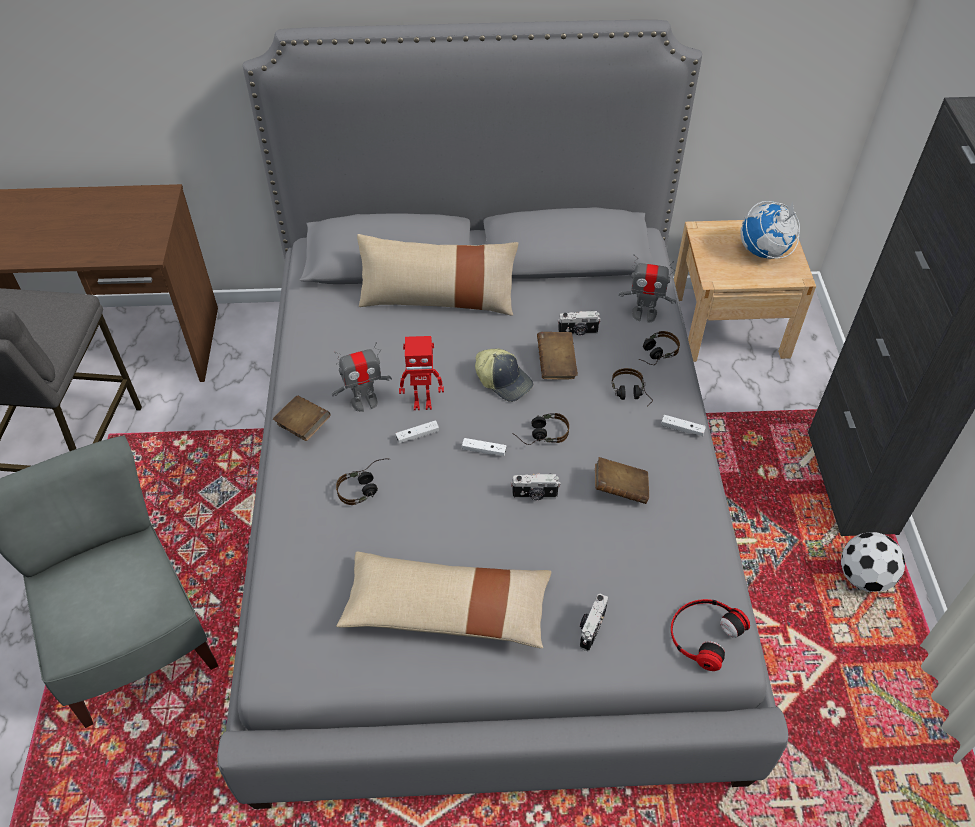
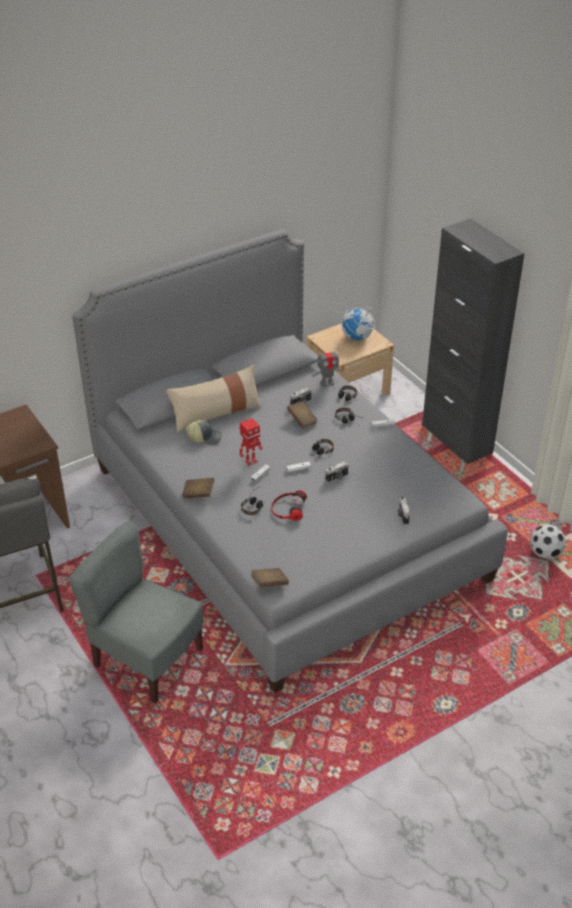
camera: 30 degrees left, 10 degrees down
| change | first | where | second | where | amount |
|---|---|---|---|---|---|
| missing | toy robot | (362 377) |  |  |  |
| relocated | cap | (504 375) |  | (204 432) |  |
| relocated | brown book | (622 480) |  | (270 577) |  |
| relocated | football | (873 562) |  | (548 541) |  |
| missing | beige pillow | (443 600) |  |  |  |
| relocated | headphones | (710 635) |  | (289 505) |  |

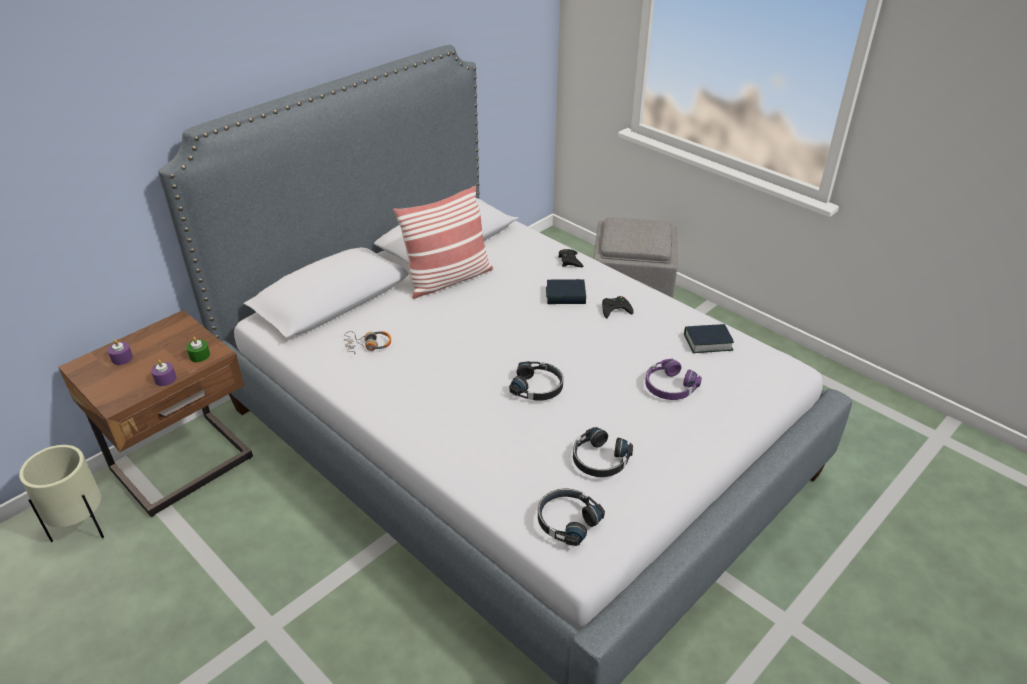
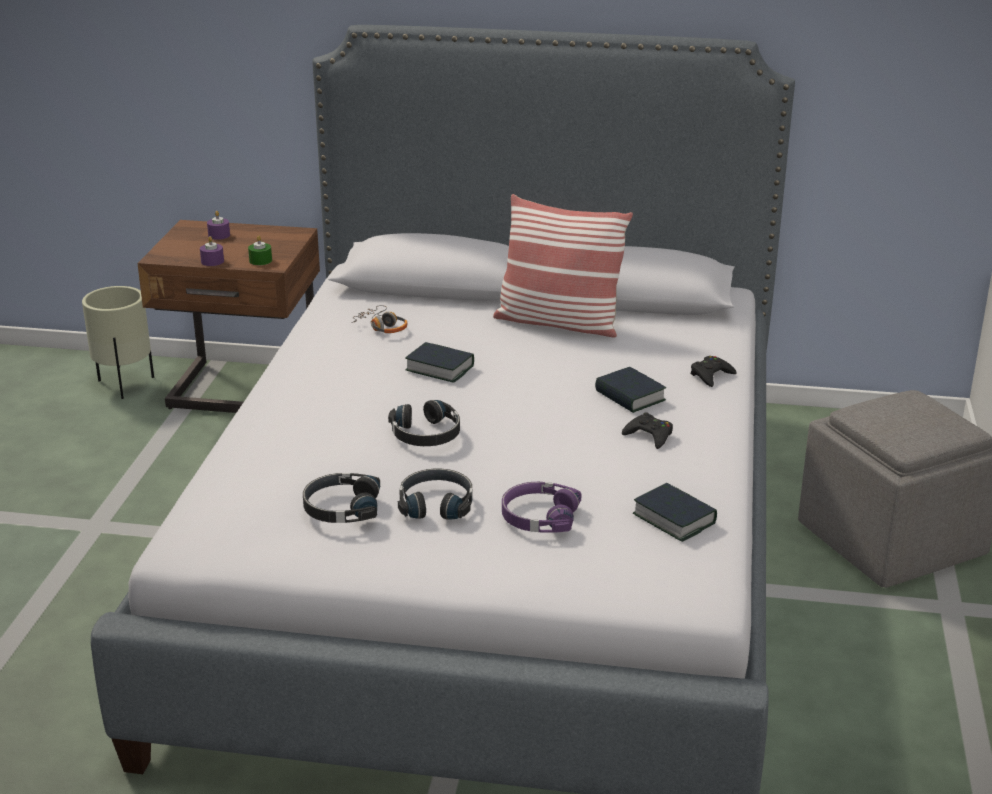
camera: 55 degrees right, 10 degrees down
| change | first | where | second | where | amount |
|---|---|---|---|---|---|
| relocated | black headphones | (571 517) |  | (435 494) |  |
| appeared |  |  | book | (439 362) |  |

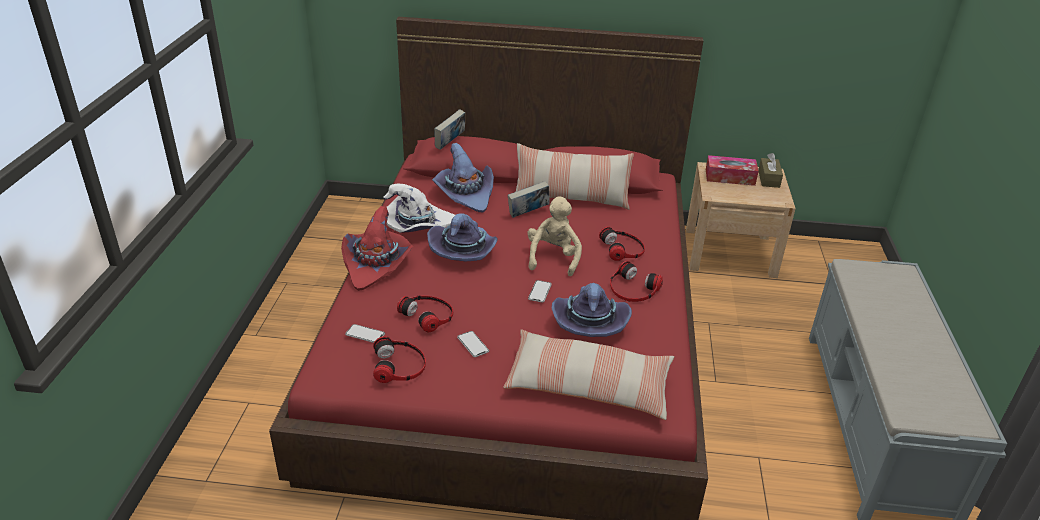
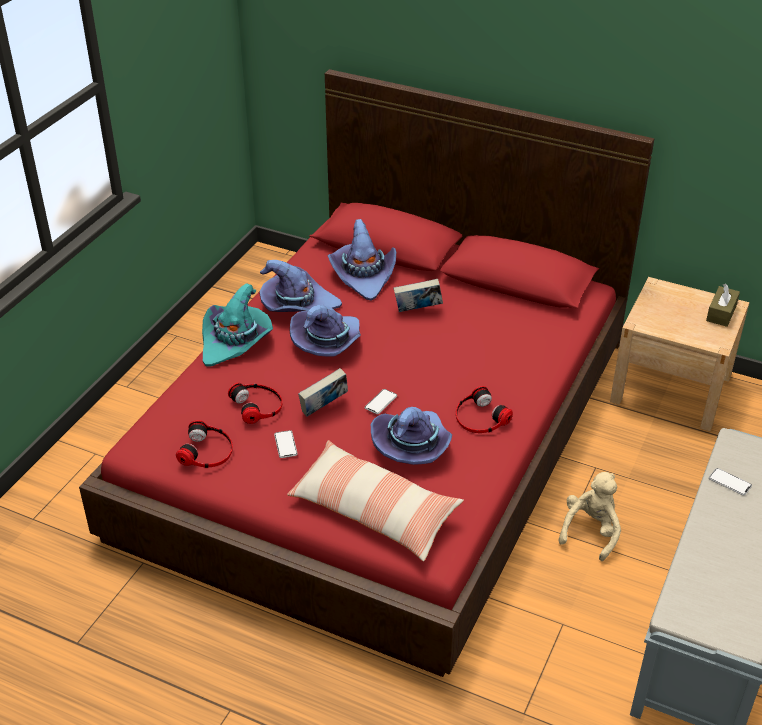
camera: 20 degrees right, 5 degrees up
| change | first | where | second | where | amount |
|---|---|---|---|---|---|
| relocated | book | (449 129) |  | (323 392) |  |
| missing | pillow | (575 176) |  |  |  |
| missing | tissue box | (732 170) |  |  |  |
| colour | white hat | (419 208) | purple hat | (300 286) |  |
| relocated | beige plush toy | (554 236) |  | (589 516) |  |
| colour | red hat | (377 248) | turquoise hat | (237 324) |  |
| missing | headphones | (622 244) |  |  |  |
| relocated | phone | (365 333) |  | (730 481) |  |

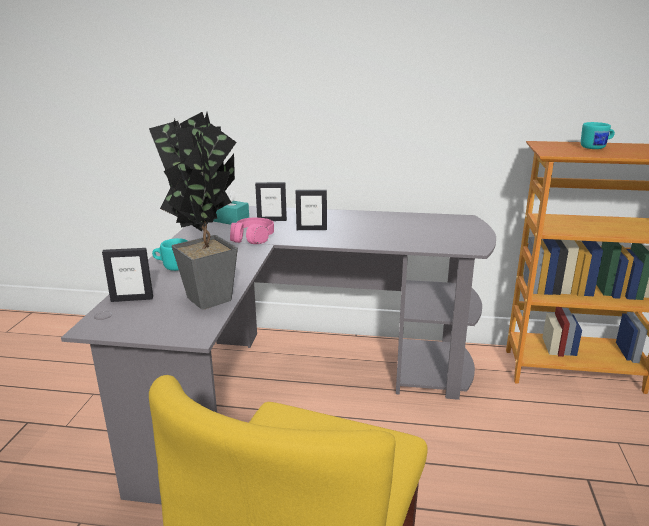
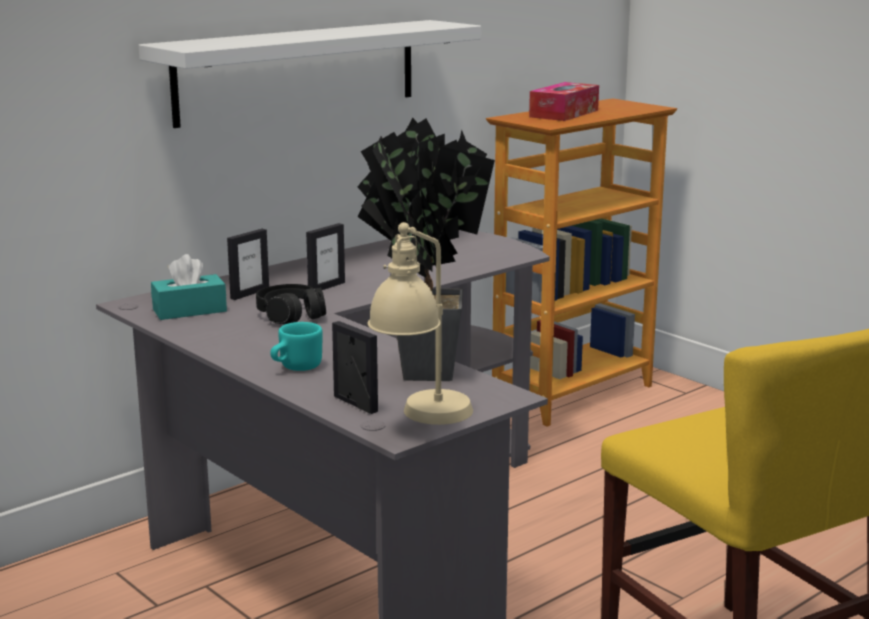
camera: 50 degrees left, 5 degrees down
| change | first | where | second | where | amount |
|---|---|---|---|---|---|
| exchanged | turquoise mug | (598 135) | tissue box | (564 101) |  |
| colour | pink headphones | (252 231) | black headphones | (291 304) |  |
| spun | picture frame | (127 275) |  | (355 367) | 75 degrees counterclockwise |
| appeared |  |  | white shelf | (310 74) |  |
| appeared |  |  | beige table lamp | (420 323) |  |

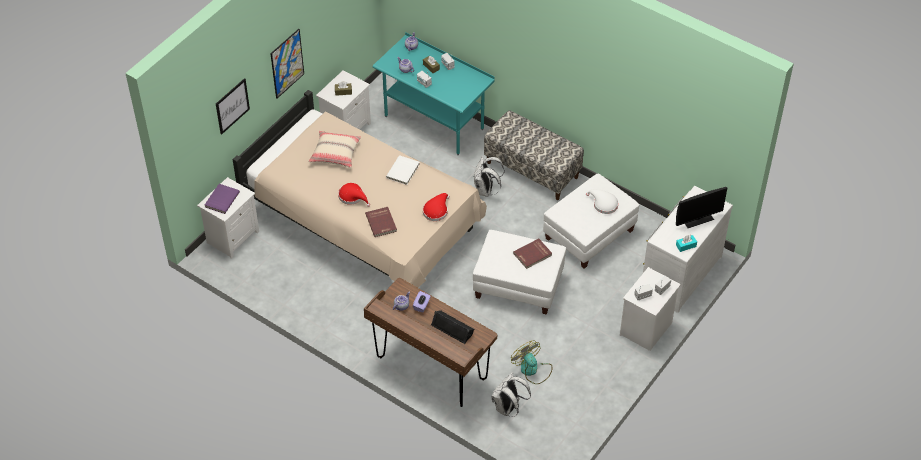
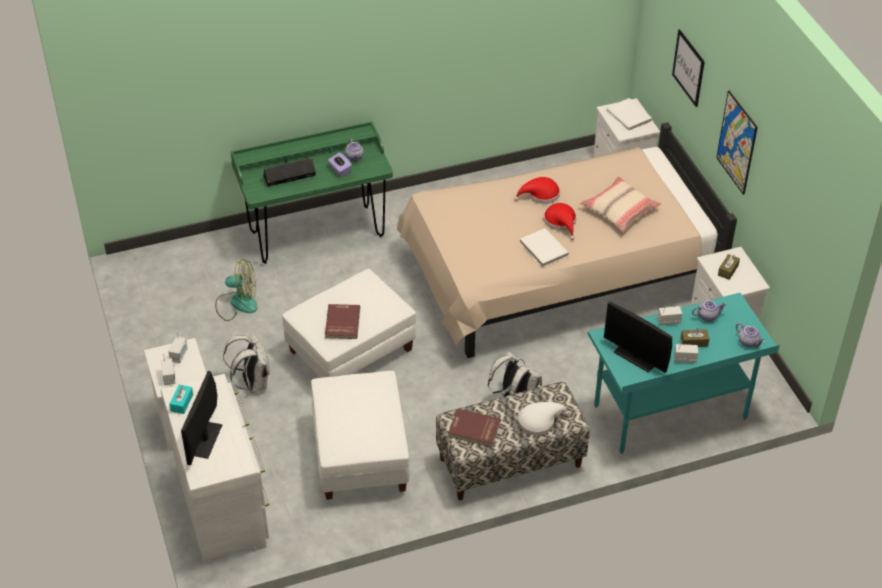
camera: 125 degrees right, 5 degrees down
| change | first | where | second | where | amount |
|---|---|---|---|---|---|
| colour | purple book | (222 199) | white book | (629 114) |  |
| relocated | white hat | (602 201) |  | (543 418) |  |
| relocated | red hat | (436 207) |  | (560 221) |  |
| relocated | red book | (381 222) |  | (474 428) |  |
| colour | brown desk | (430 342) | green desk | (312 192) |  |
| relocated | white backpack | (511 394) |  | (246 363) |  |
| appeared |  |  | monitor | (638 337) |  |

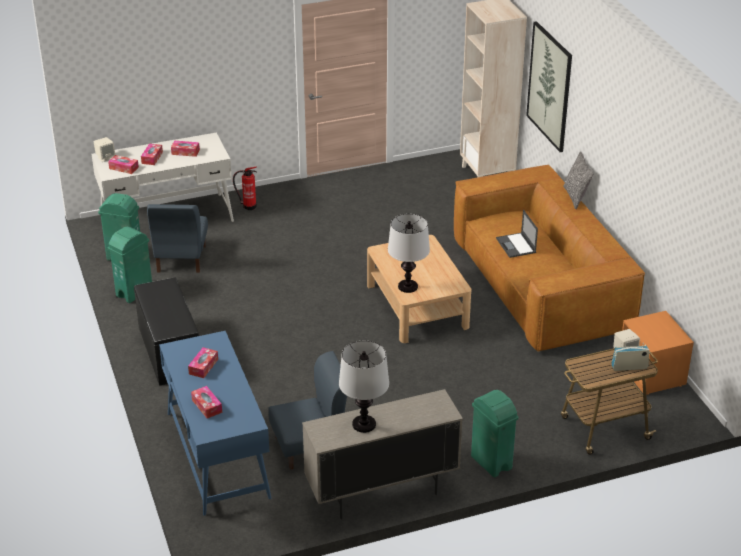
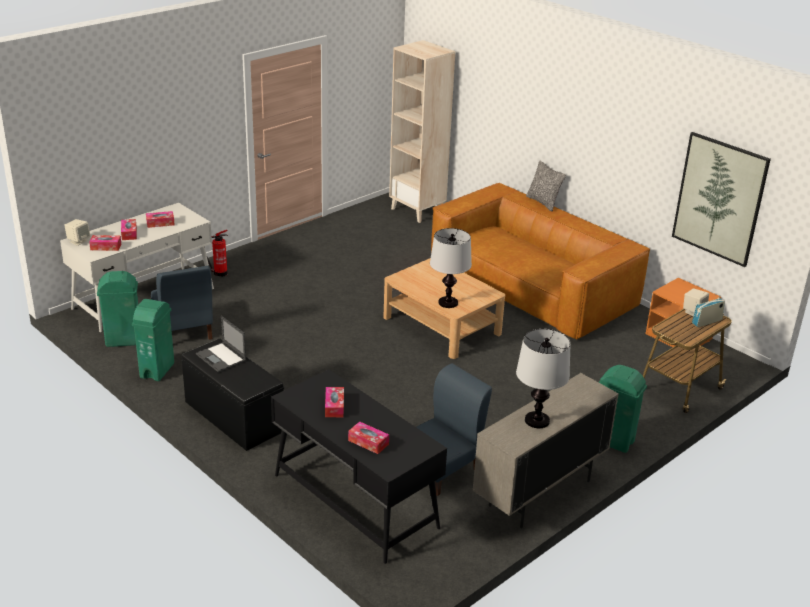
camera: 25 degrees left, 5 degrees down
| change | first | where | second | where | amount |
|---|---|---|---|---|---|
| relocated | picture | (549 86) |  | (721 199) |  |
| relocated | laptop | (517 234) |  | (221 344) |  |
| colour | blue desk | (215 423) | black desk | (359 466) |  |

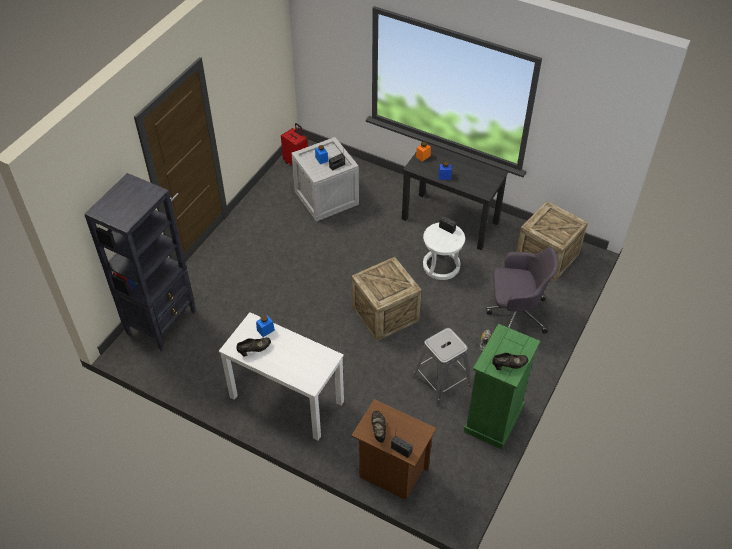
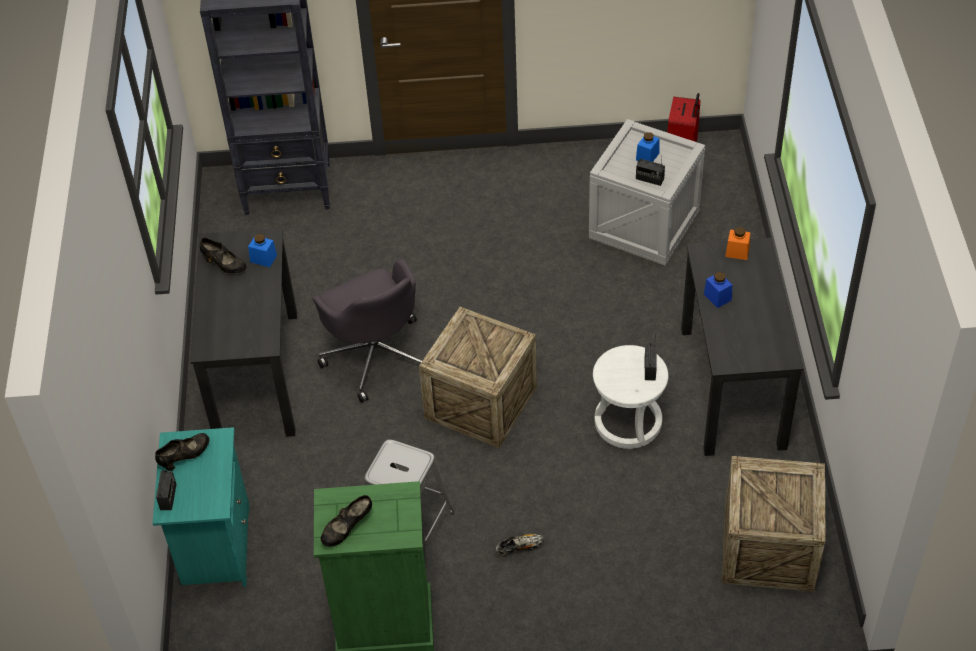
camera: 60 degrees right, 0 degrees up
| change | first | where | second | where | amount |
|---|---|---|---|---|---|
| relocated | grey office chair | (522 290) |  | (367 330) |  |
| colour | white desk | (281 376) | black desk | (243 332) |  |
| spun | black shoe | (510 361) |  | (346 521) | 90 degrees clockwise |
| colour | brown nightstand | (393 449) | turquoise nightstand | (201 507) |  |

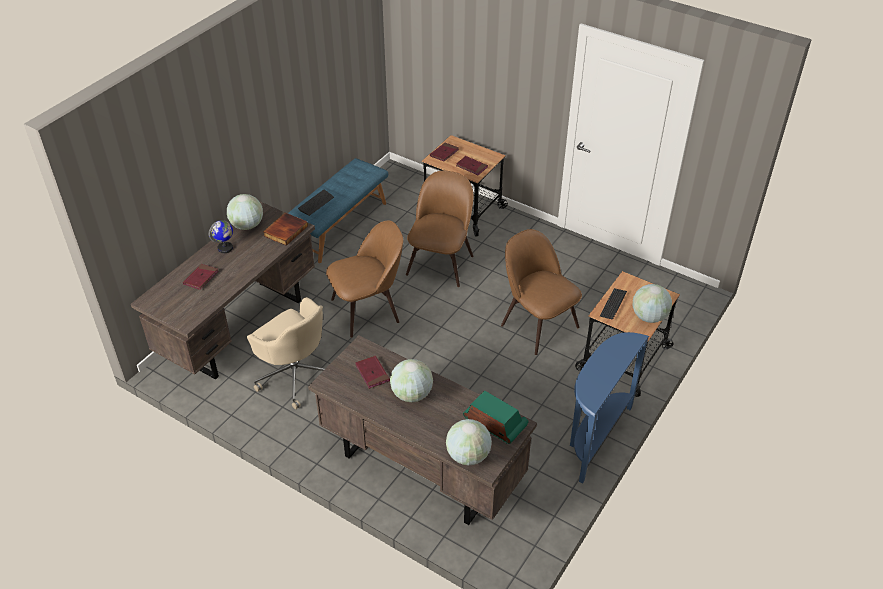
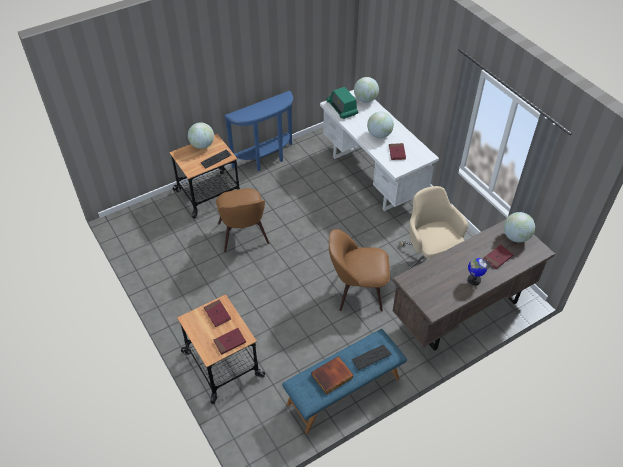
camera: 155 degrees left, 5 degrees up
| change | first | where | second | where | amount |
|---|---|---|---|---|---|
| missing | brown chair | (440 229) |  |  |  |
| relocated | globe | (245 212) |  | (519 227) |  |
| relocated | book | (285 229) |  | (332 375) |  |
| colour | brown desk | (422 430) | white desk | (379 151) |  |

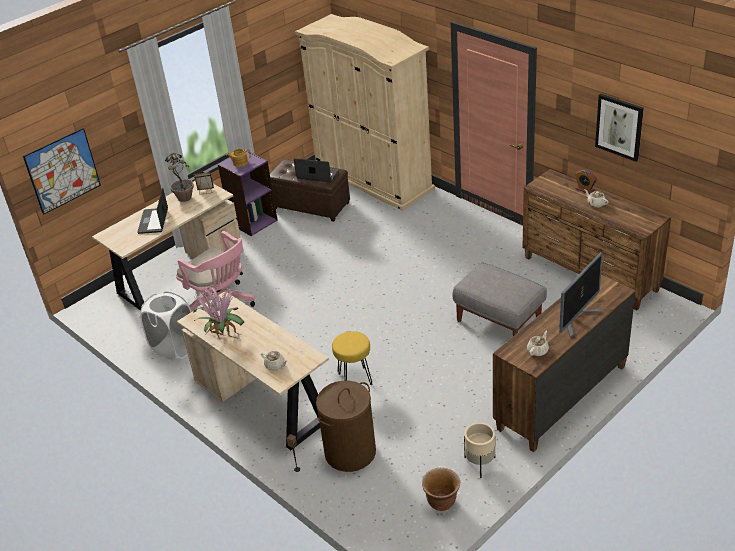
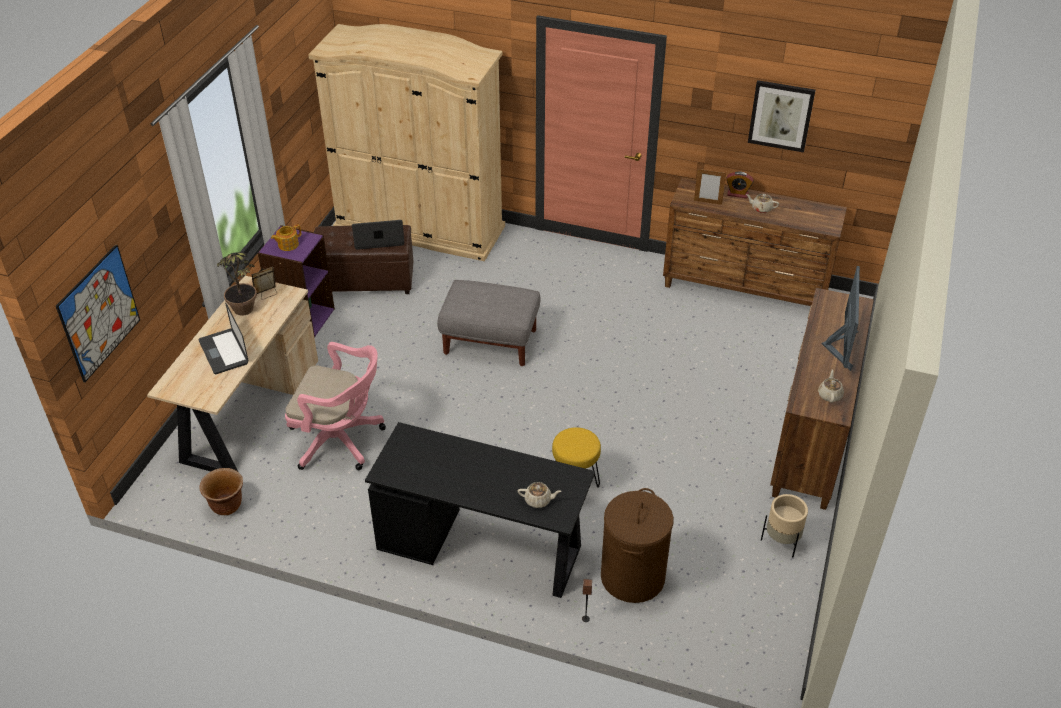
camera: 30 degrees left, 5 degrees up
| change | first | where | second | where | amount |
|---|---|---|---|---|---|
| relocated | grey ottoman | (499 299) |  | (489 323) |  |
| missing | potted plant | (218 313) |  |  |  |
| colour | beige desk | (253 370) | black desk | (480 510) |  |
| missing | white laundry basket | (165 326) |  |  |  |
| relocated | brown planter | (441 489) |  | (221 491) |  |
| appeared |  |  | picture frame | (710 186) |  |

